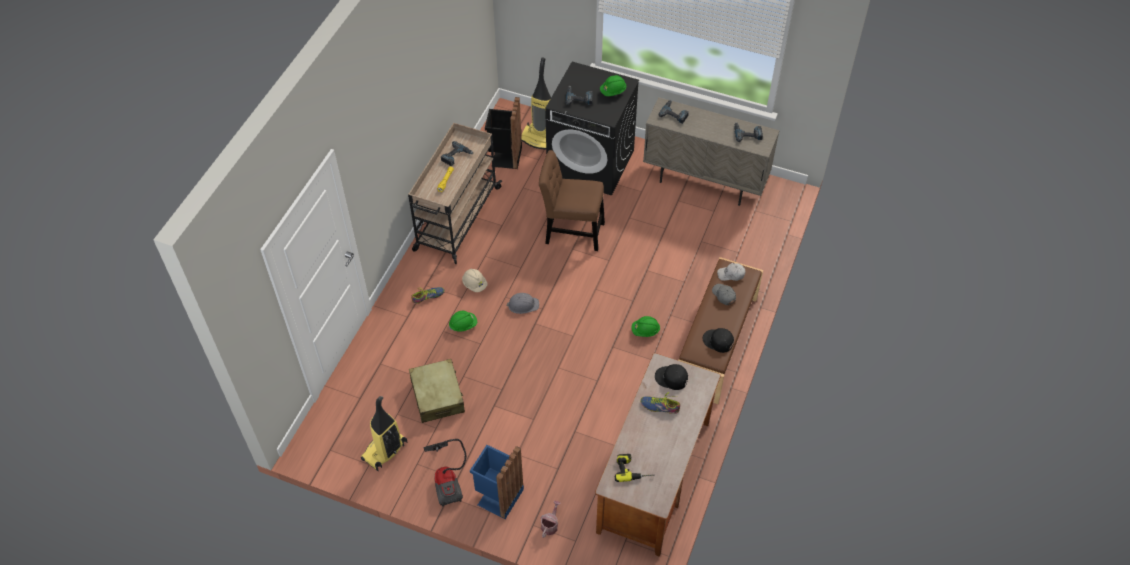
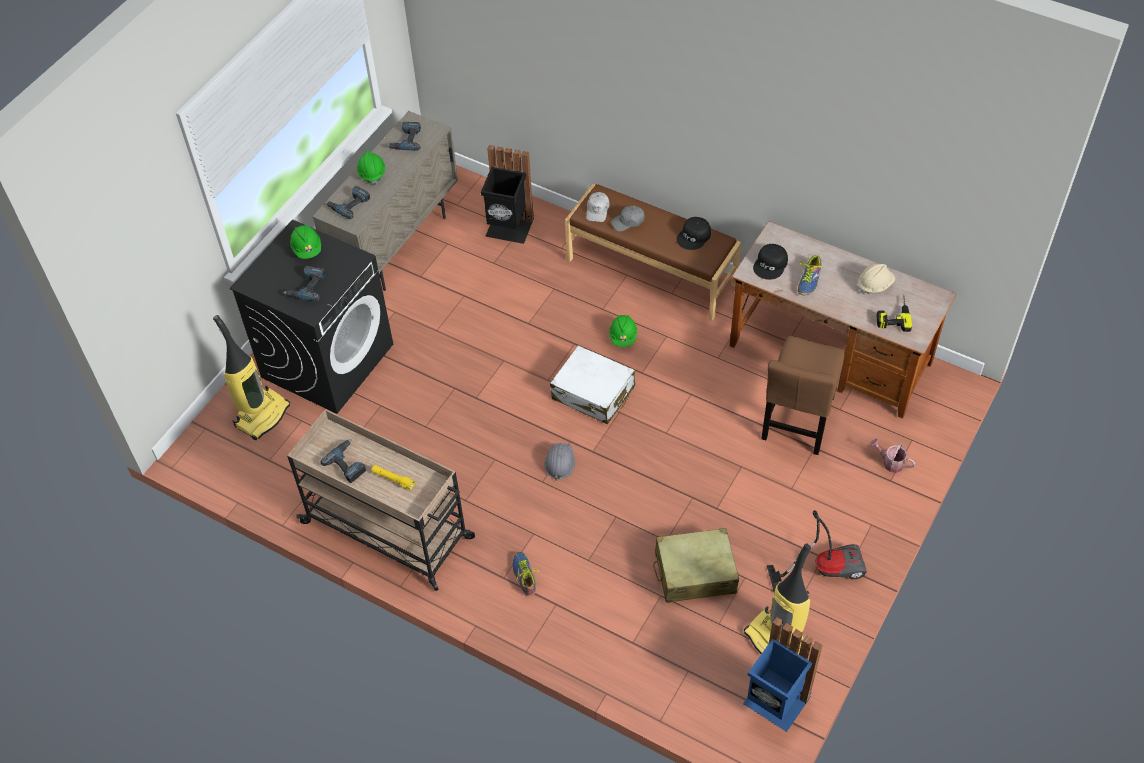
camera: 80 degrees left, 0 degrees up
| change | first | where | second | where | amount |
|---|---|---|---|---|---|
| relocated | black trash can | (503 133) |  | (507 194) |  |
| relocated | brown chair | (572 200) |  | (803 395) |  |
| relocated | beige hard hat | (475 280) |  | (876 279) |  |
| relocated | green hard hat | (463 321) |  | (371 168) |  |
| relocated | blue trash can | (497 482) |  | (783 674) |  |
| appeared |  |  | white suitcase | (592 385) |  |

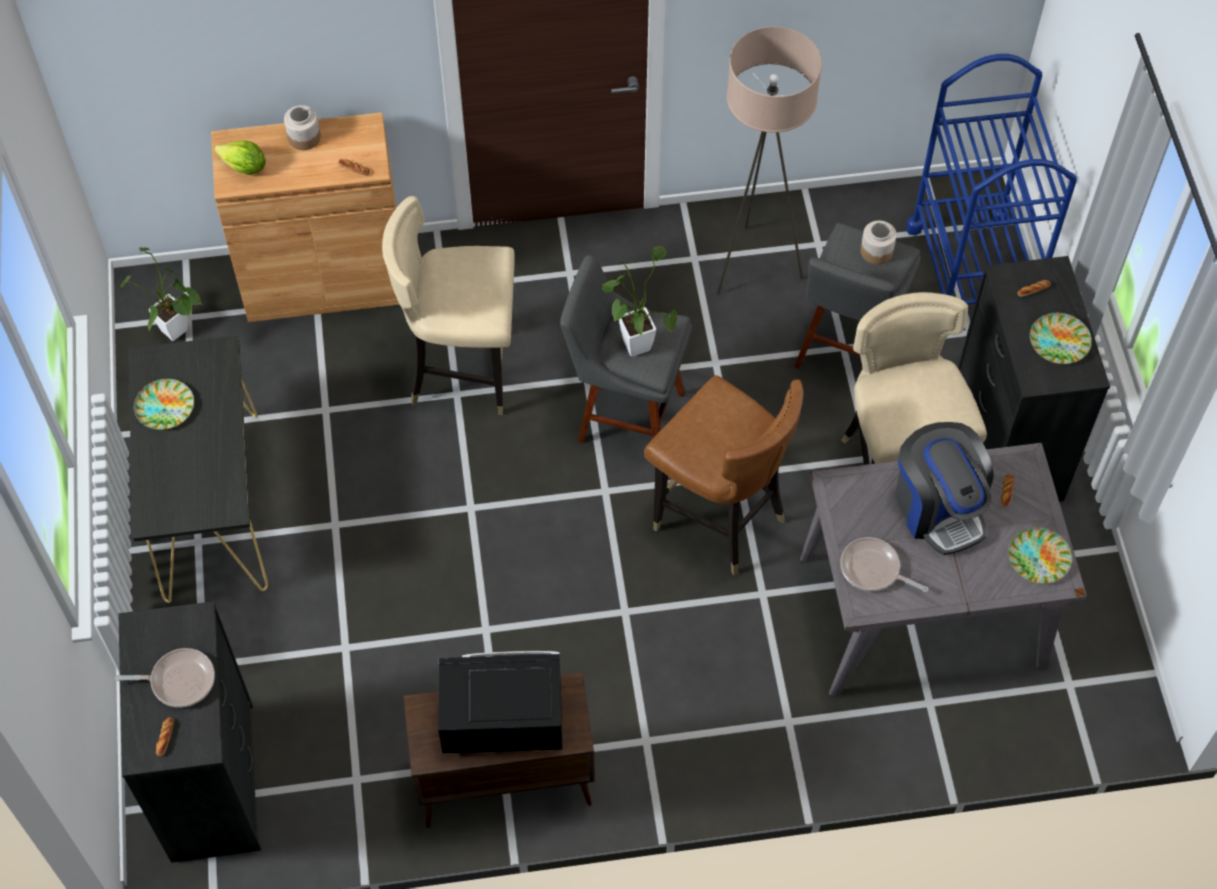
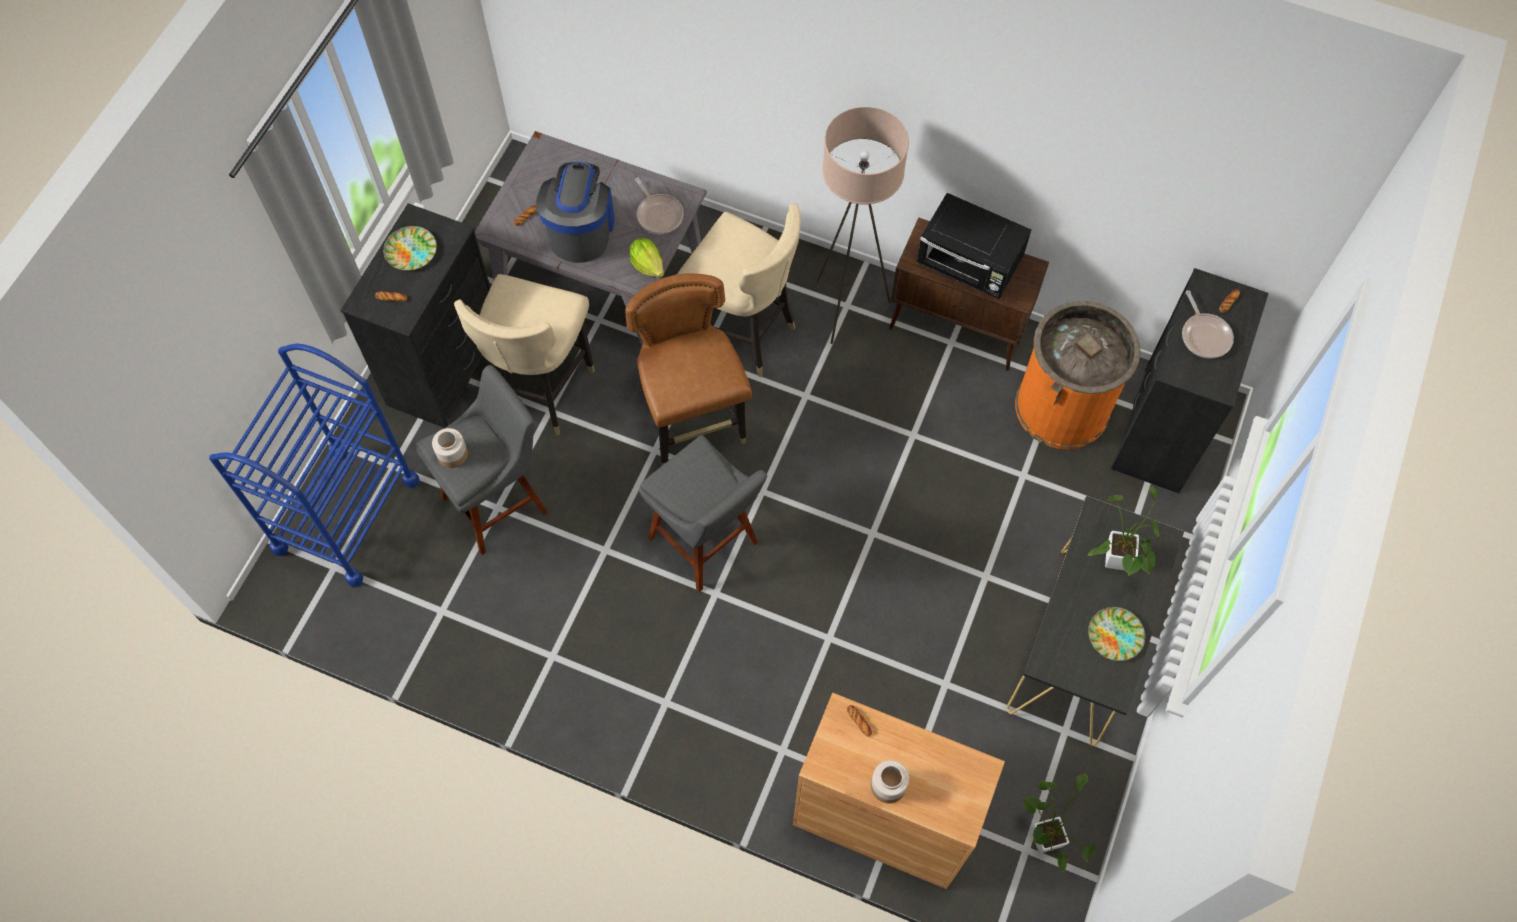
camera: 150 degrees left, 5 degrees up
| change | first | where | second | where | amount |
|---|---|---|---|---|---|
| relocated | beige floor lamp | (769 161) |  | (863 225) |  |
| relocated | lettuce | (240 157) |  | (646 258) |  |
| relocated | beige chair | (448 305) |  | (739 290) |  |
| relocated | potted plant | (639 301) |  | (1123 530) |  |
| missing | plate | (1040 555) |  |  |  |
| spun | frying pan | (165 678) |  | (1208 324) | 135 degrees counterclockwise |
| appeared |  |  | orange trash can | (1078 375) |  |

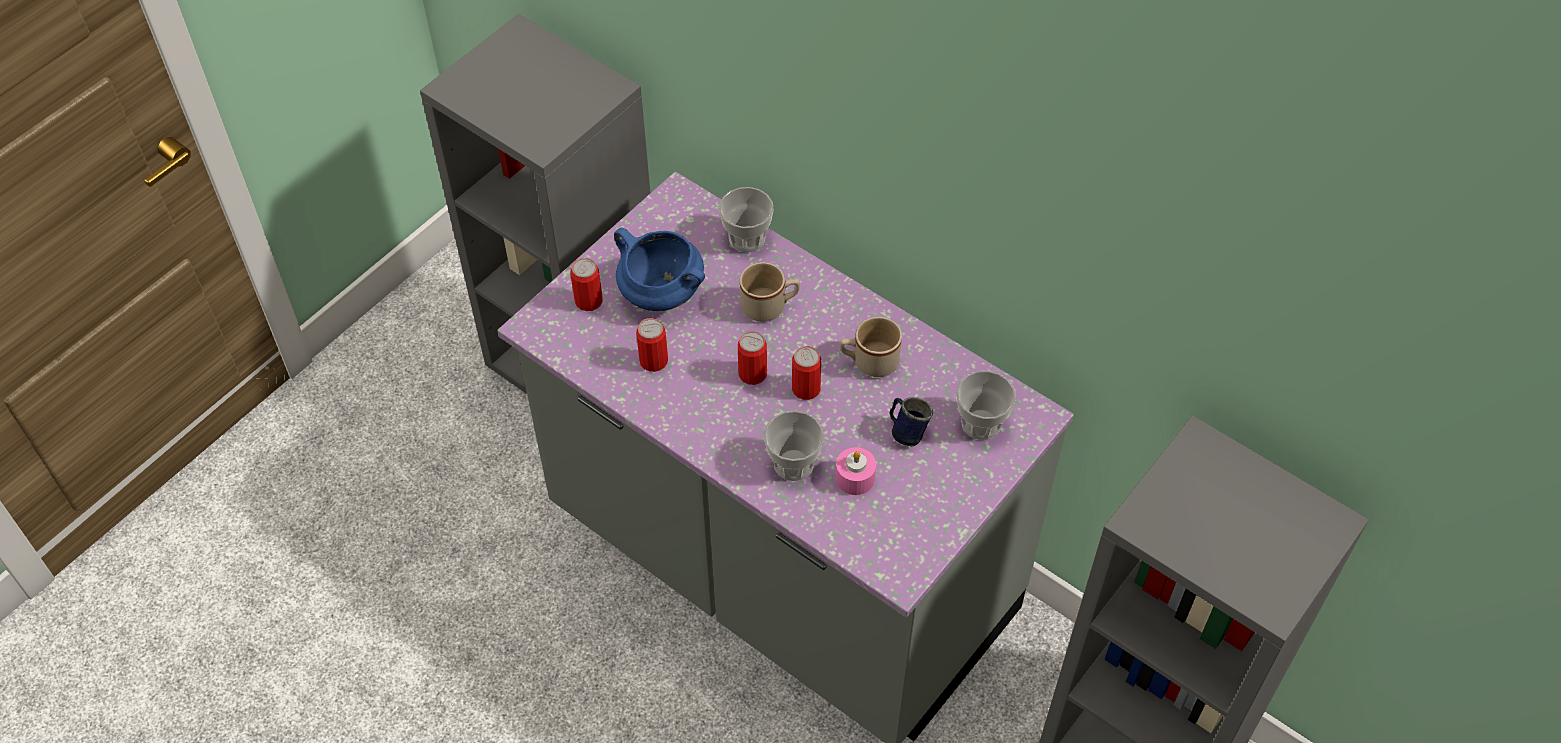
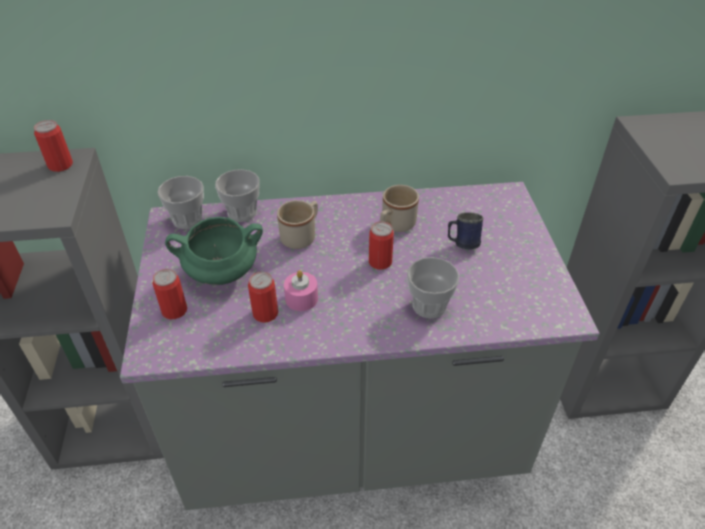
camera: 45 degrees left, 10 degrees down
| change | first | where | second | where | amount |
|---|---|---|---|---|---|
| colour | blue cooking pot | (659 269) | green cooking pot | (214 251) |  |
| relocated | can | (752 358) |  | (53 146) |  |
| relocated | cup | (986 405) |  | (180 202) |  |
| relocated | pink candle | (856 471) |  | (301 290) |  |

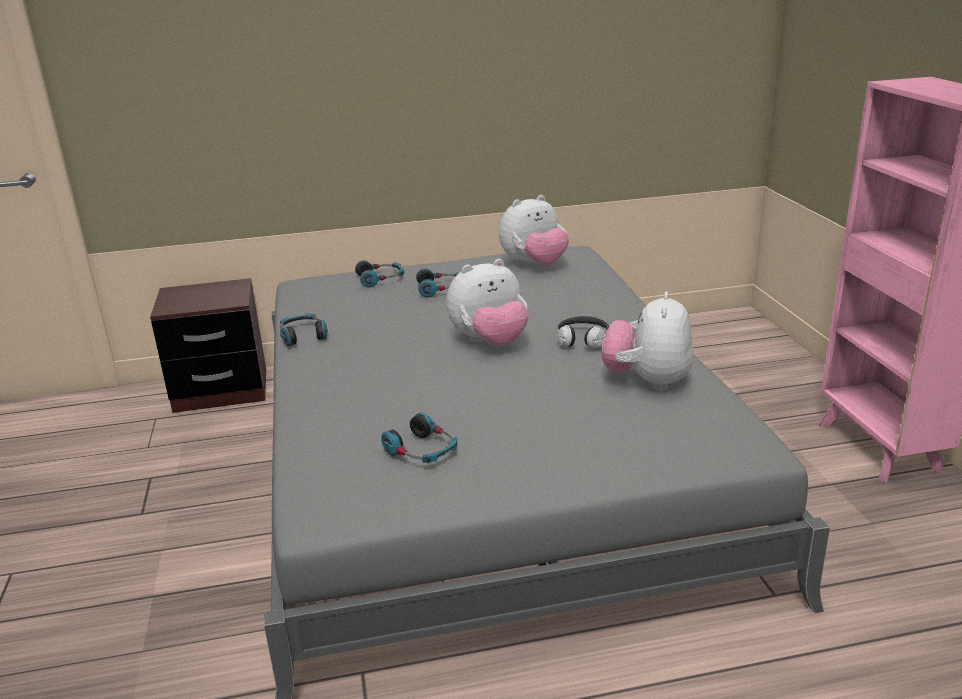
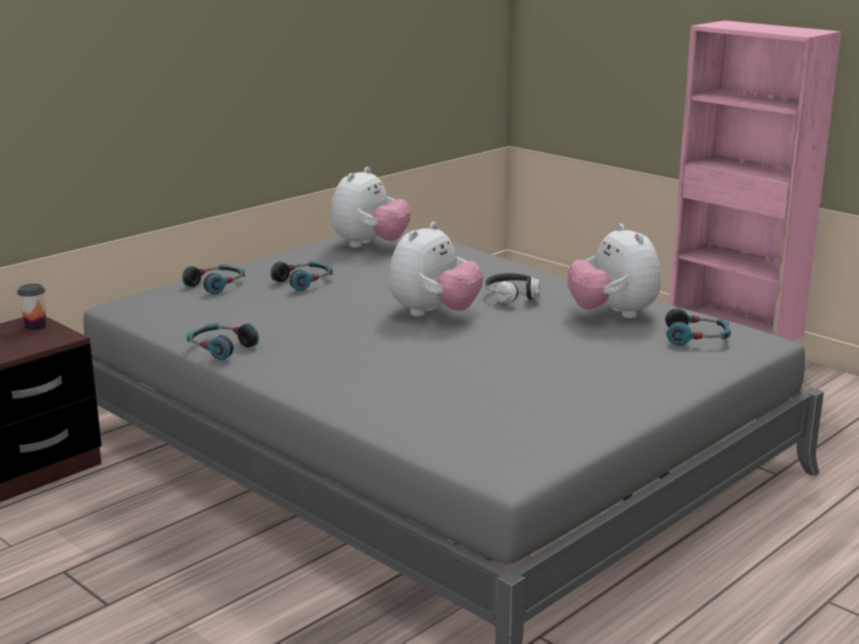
camera: 35 degrees left, 5 degrees down
| change | first | where | second | where | amount |
|---|---|---|---|---|---|
| relocated | headphones | (419 438) |  | (698 327) |  |
| appeared |  |  | cup | (31 307) |  |

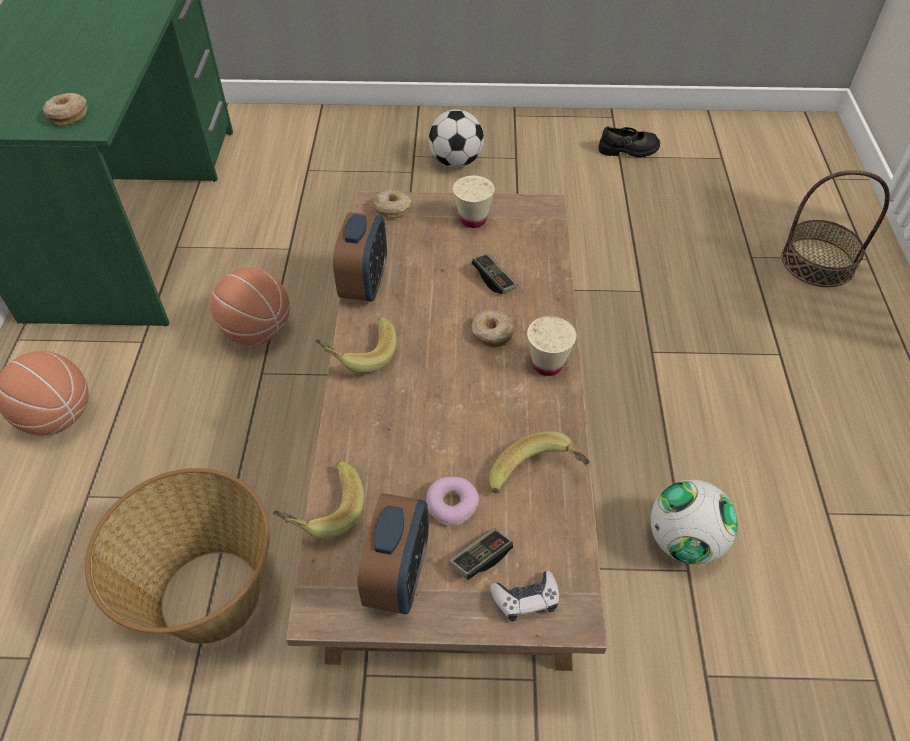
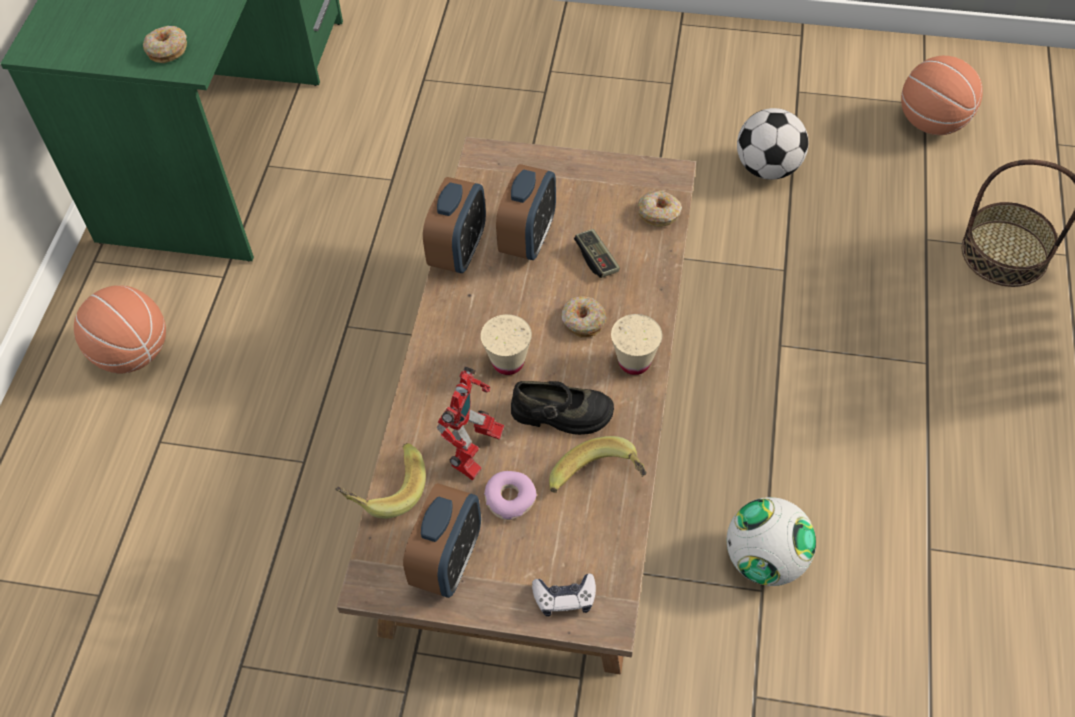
camera: 10 degrees right, 5 degrees up
| change | first | where | second | where | amount |
|---|---|---|---|---|---|
| relocated | football | (456 138) |  | (773 144) |  |
| relocated | black shoe | (629 141) |  | (562 408) |  |
| relocated | beige cup | (474 202) |  | (506 344) |  |
| relocated | donut | (391 204) |  | (659 209) |  |
| relocated | basketball | (250 306) |  | (942 95) |  |
| missing | banana | (356 344) |  |  |  |
| missing | basket | (177 556) |  |  |  |
| missing | game controller | (481 554) |  |  |  |
| appeared |  |  | alarm clock | (526 212) |  |
| appeared |  |  | toy robot | (471 424) |  |

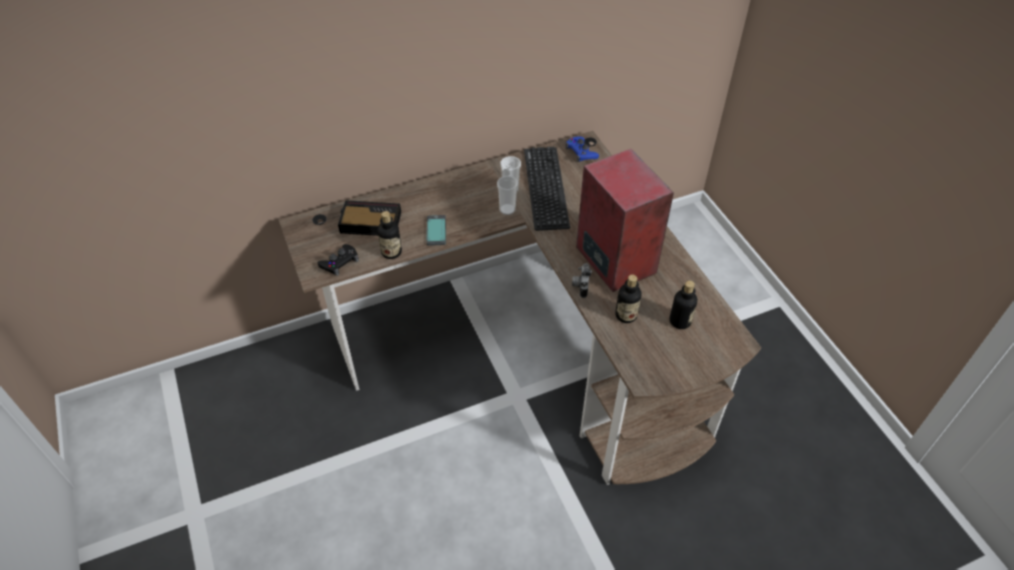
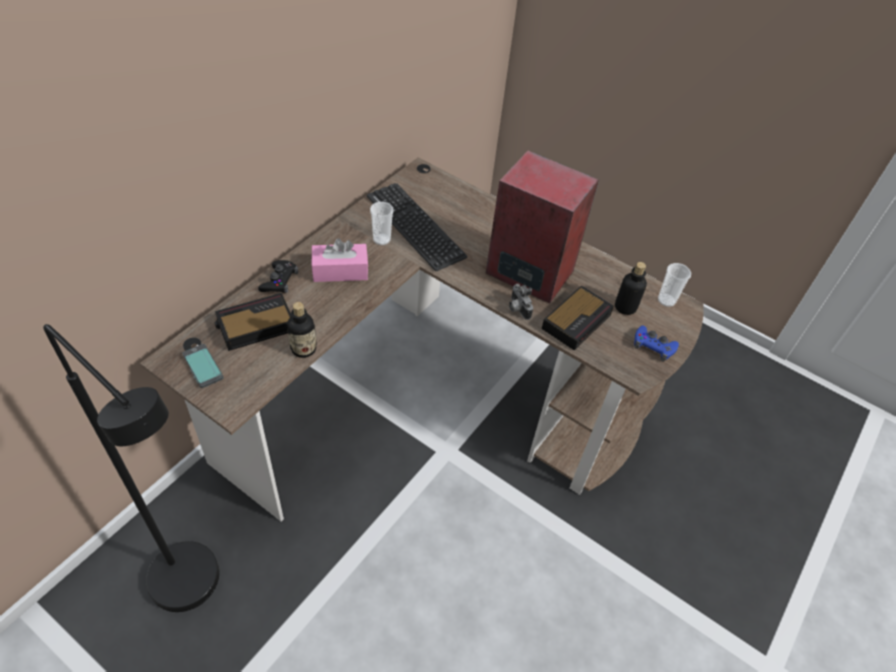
camera: 35 degrees left, 0 degrees up
| change | first | where | second | where | amount |
|---|---|---|---|---|---|
| relocated | blue game controller | (582 149) |  | (656 343) |  |
| relocated | cup | (507 195) |  | (674 285) |  |
| relocated | phone | (436 230) |  | (203 366) |  |
| relocated | black game controller | (338 260) |  | (278 276) |  |
| exchanged | bottle | (628 299) | alarm clock | (578 318) |  |
| appeared |  |  | pink tissue box | (340 260) |  |
| appeared |  |  | black floor lamp | (131 468) |  |

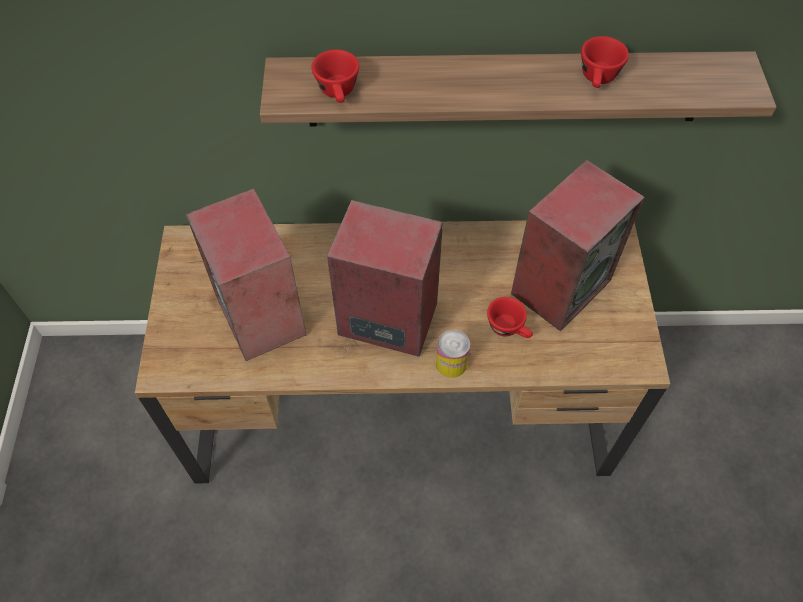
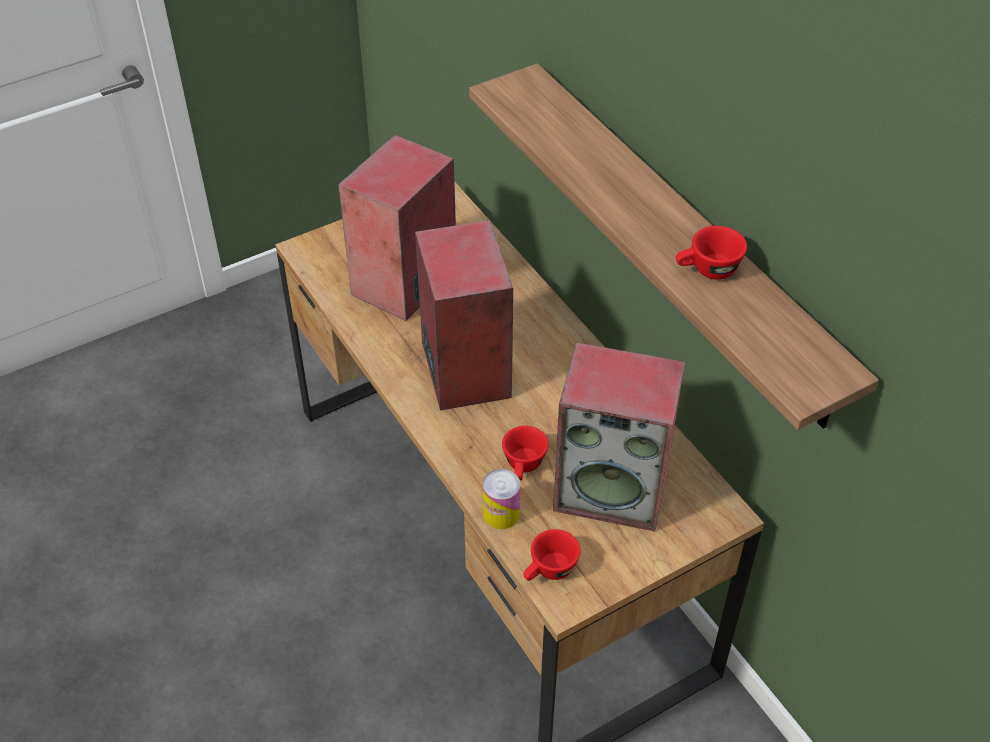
camera: 60 degrees right, 10 degrees down
| change | first | where | second | where | amount |
|---|---|---|---|---|---|
| relocated | red cup | (335 76) |  | (552 555) |  |
| relocated | can | (453 353) |  | (501 499) |  |

